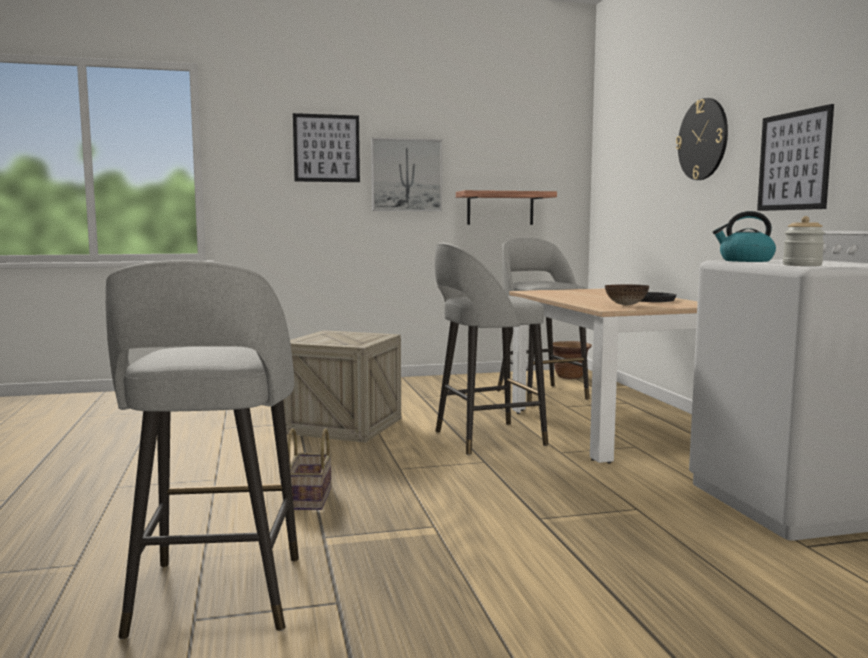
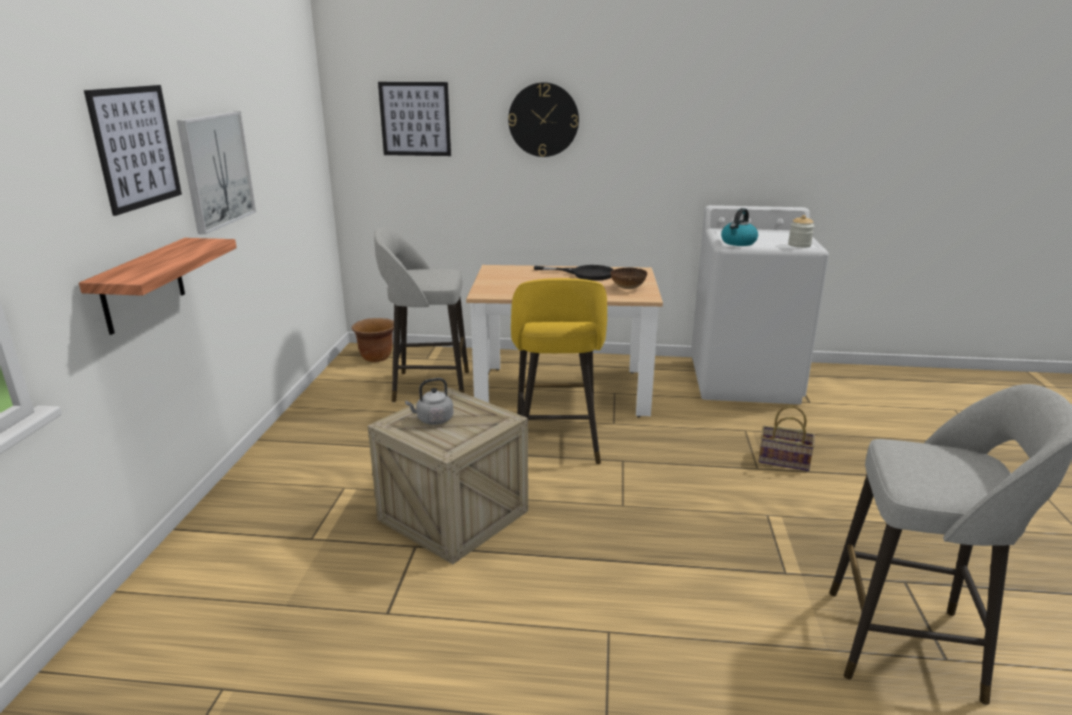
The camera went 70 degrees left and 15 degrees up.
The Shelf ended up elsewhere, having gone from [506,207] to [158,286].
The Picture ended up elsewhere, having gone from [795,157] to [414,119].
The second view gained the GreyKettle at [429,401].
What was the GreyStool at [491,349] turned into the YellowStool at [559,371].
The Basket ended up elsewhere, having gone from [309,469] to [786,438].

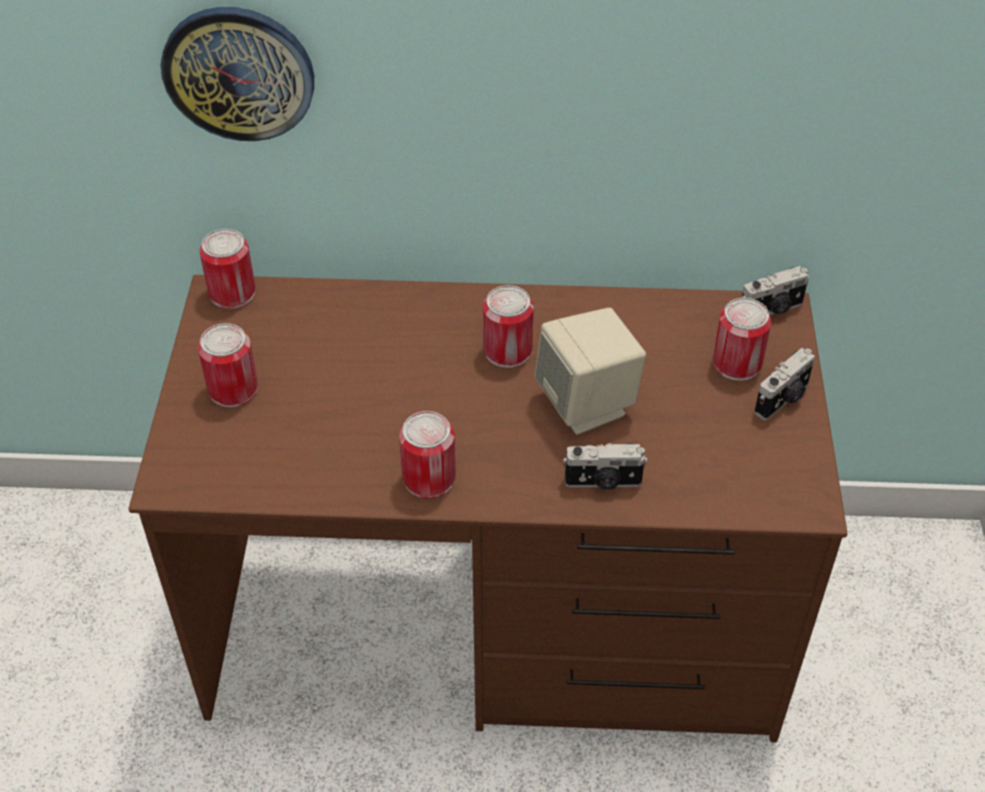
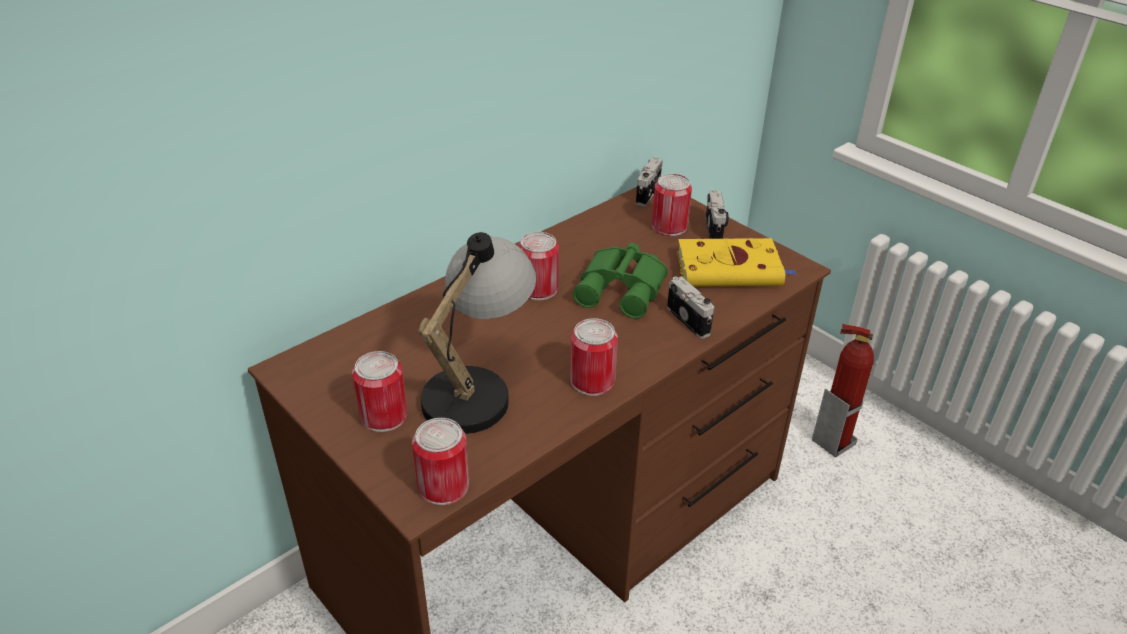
The camera went 45 degrees left and 10 degrees down.
The Can ended up elsewhere, having gone from [227,269] to [440,461].
The second view gained the TableLamp at [477,333].
Where the BeigeSpeaker stood at [590,371], the GreenBinoculars came to stand at [620,281].
The PhotoCamera at [605,466] ended up facing another way, 75 degrees counterclockwise from before.
The second view gained the YellowBook at [737,262].
The second view gained the FireExtinguisher at [843,390].
The second view lost the WallClock at [237,74].

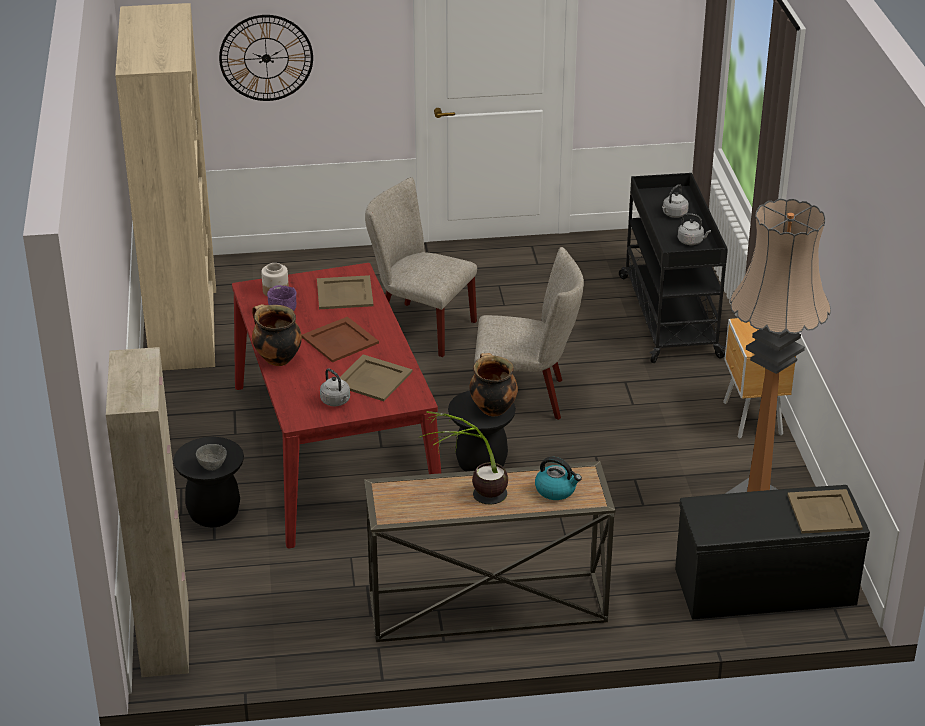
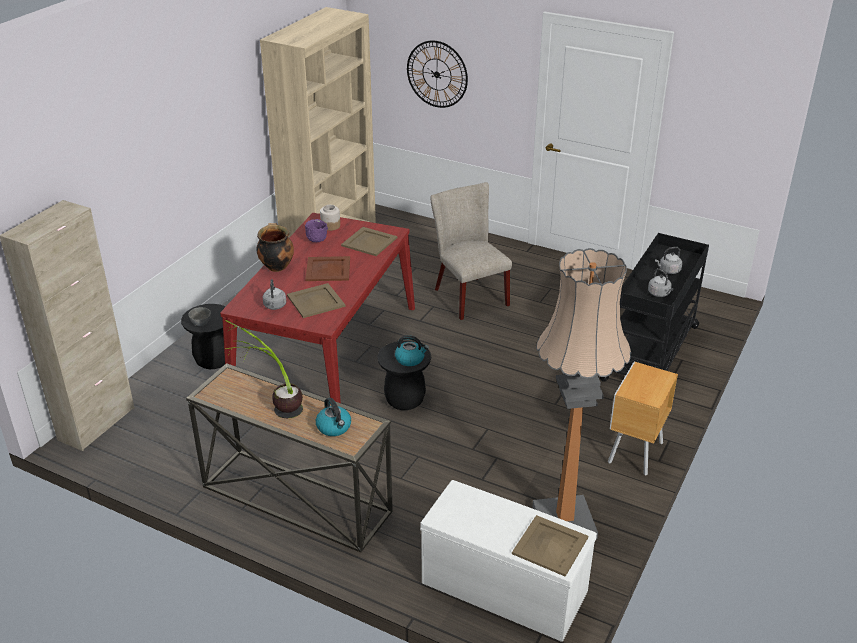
The camera went 35 degrees right and 0 degrees up.
Where the CookingPot stood at [494,384], the Kettle came to stand at [412,350].
What was the BlackBench at [772,552] turned into the WhiteBench at [508,561].
The second view lost the BeigeChair at [529,333].

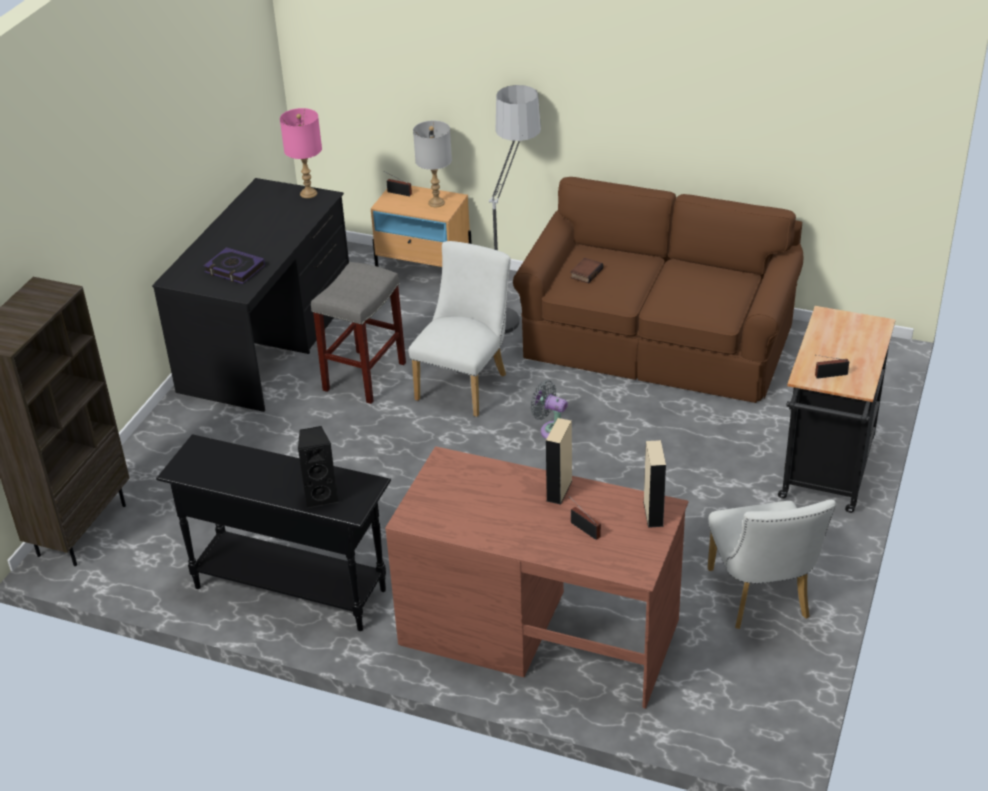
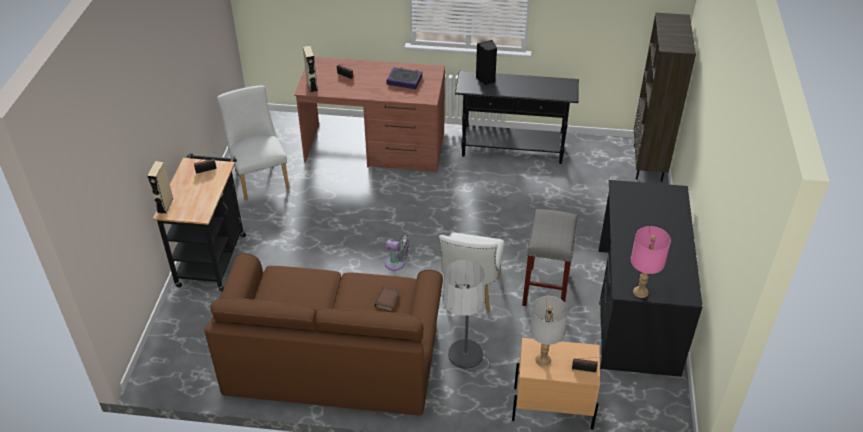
The camera went 165 degrees right and 5 degrees up.
The BeigeSpeaker ended up elsewhere, having gone from [559,461] to [160,187].
The Book ended up elsewhere, having gone from [234,265] to [404,78].

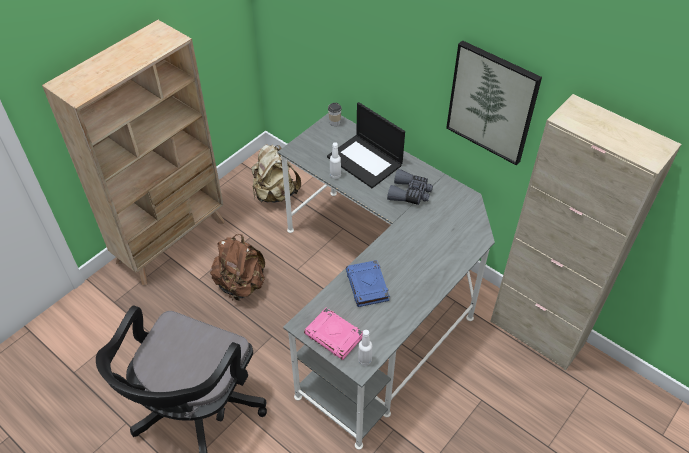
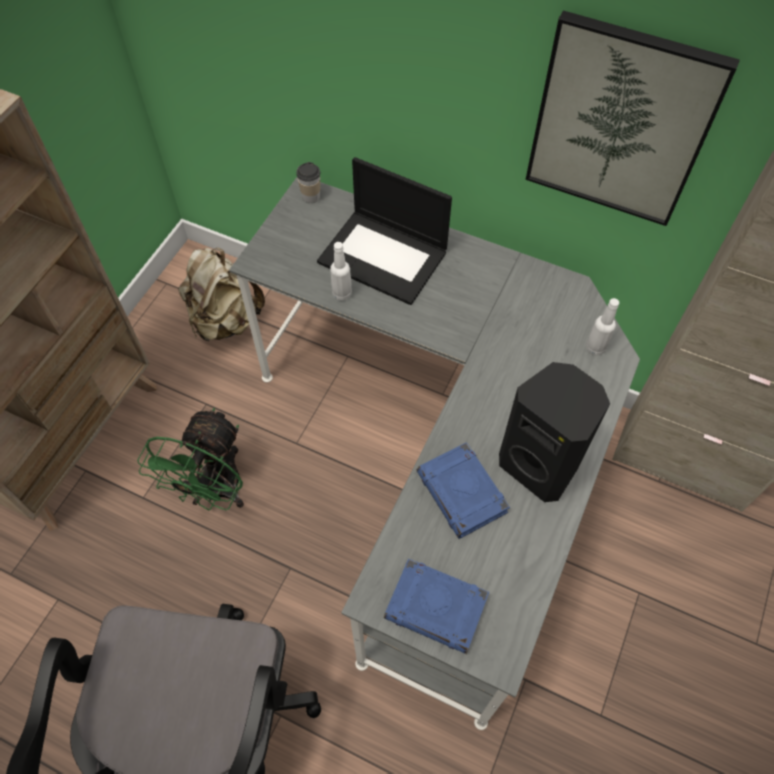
The camera went 15 degrees left and 10 degrees up.
Where the BrownBackpack stood at [237,267], the GreenFan came to stand at [190,459].
What was the PinkBook at [333,334] turned into the BlueBook at [436,606].
The second view gained the BlackSpeaker at [554,432].
The WhiteBottle ended up elsewhere, having gone from [365,348] to [602,326].
The second view lost the GreyBinoculars at [410,187].

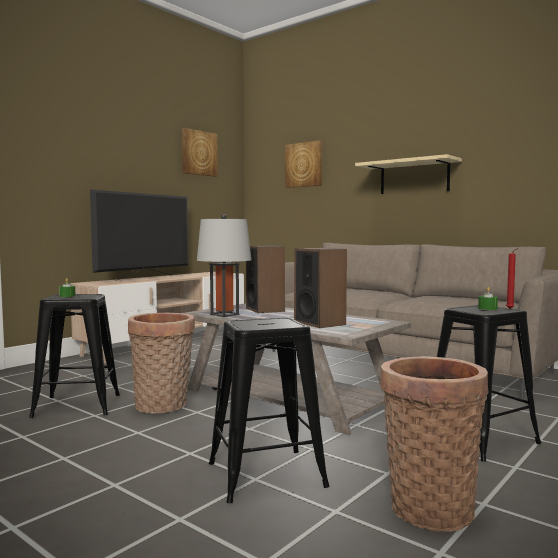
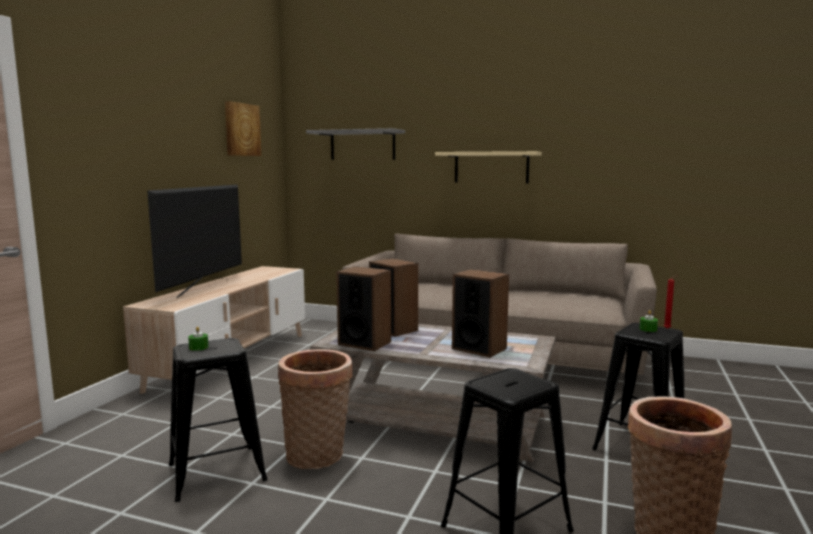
The camera went 20 degrees left and 5 degrees up.
Where the Picture hung at [303,164], the GreyShelf came to hang at [355,144].
Where the GreyTableLamp stood at [224,265], the Speaker came to stand at [363,308].

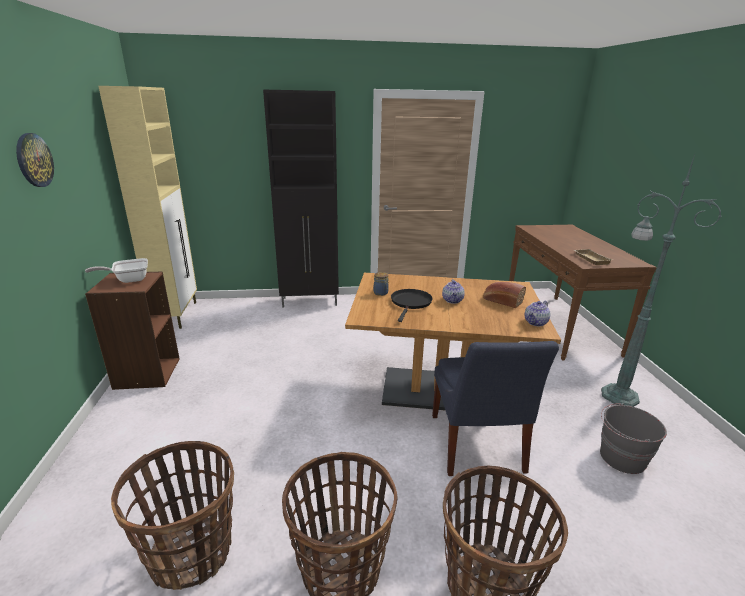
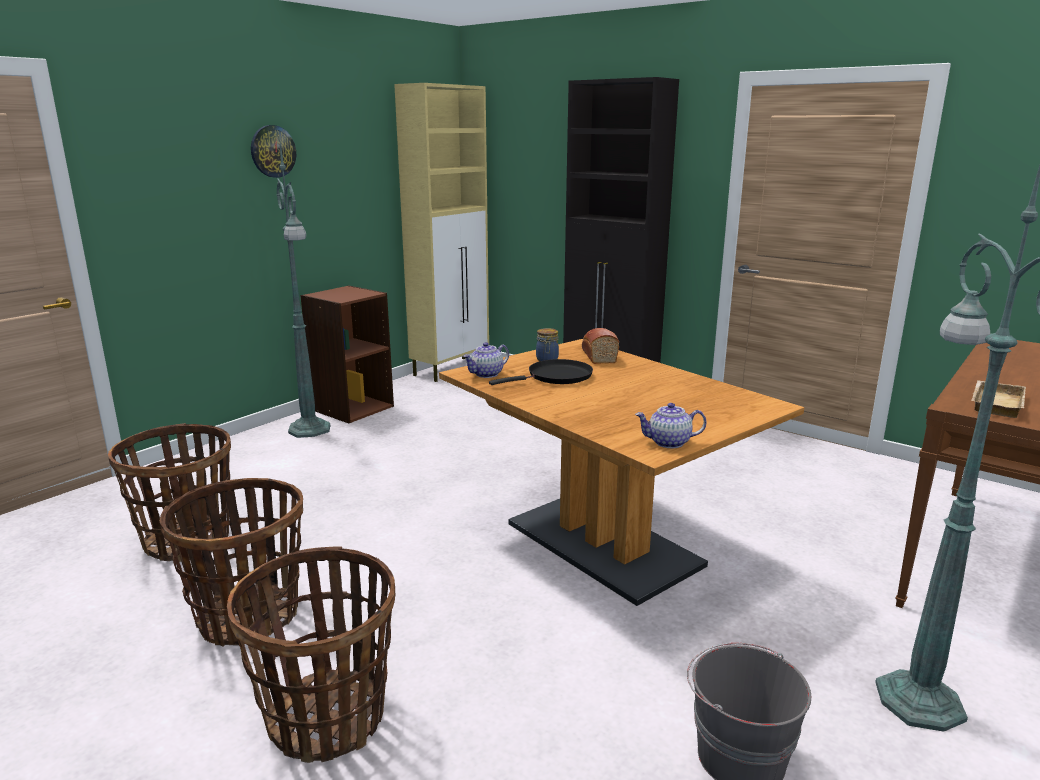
The camera went 45 degrees right and 5 degrees down.
The second view gained the GreenFloorLamp at [303,286].
The Teapot ended up elsewhere, having gone from [453,291] to [486,360].
The Bread ended up elsewhere, having gone from [504,295] to [600,346].
The second view lost the FryingPan at [116,270].
The second view lost the BlueChair at [495,408].

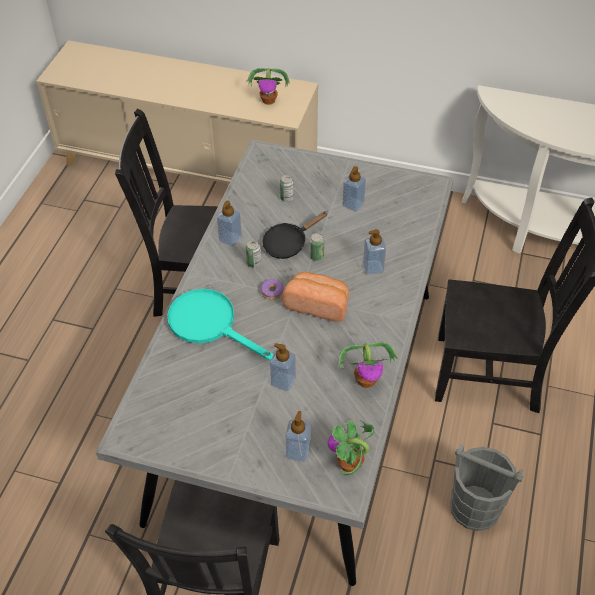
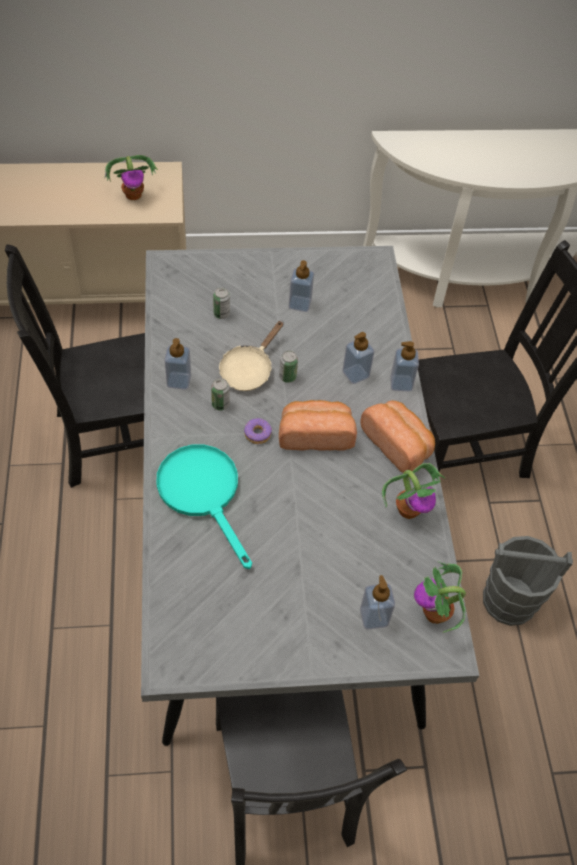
The camera went 25 degrees left and 5 degrees up.
The TurquoiseFryingPan at [220,325] ended up facing another way, 45 degrees clockwise from before.
What was the BlackFryingPan at [295,235] turned into the BeigeFryingPan at [251,356].
The second view gained the Bread at [397,437].
The SoapDispenser ended up elsewhere, having gone from [283,367] to [404,366].

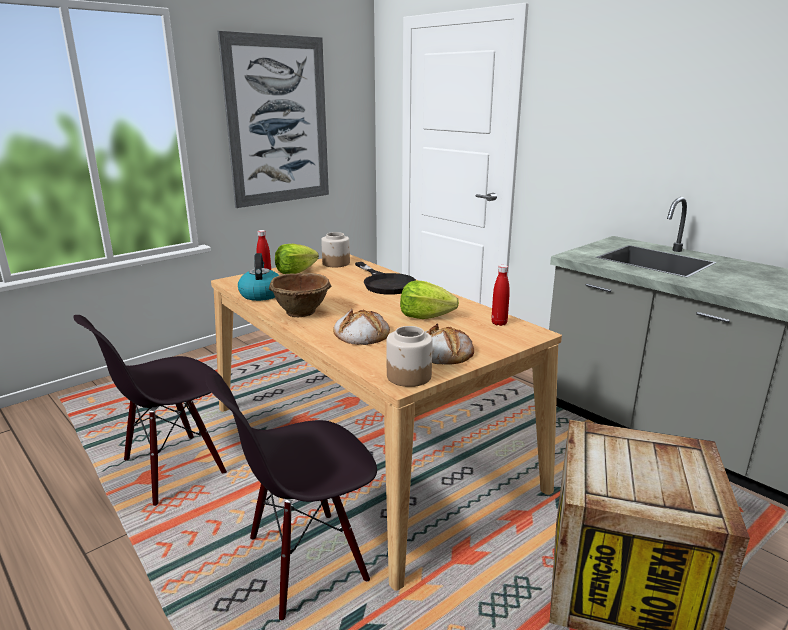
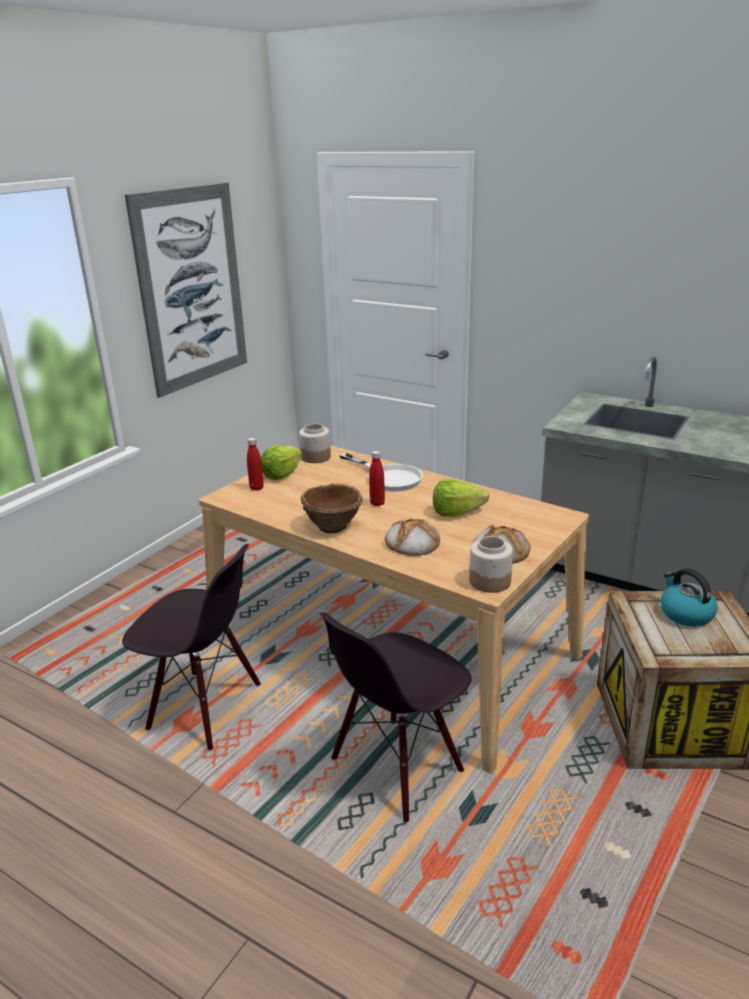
The camera went 15 degrees left and 5 degrees up.
The BlackChair at [150,411] ended up facing another way, 105 degrees counterclockwise from before.
What was the BlackFryingPan at [385,278] turned into the WhiteFryingPan at [381,472].
The RedBottle ended up elsewhere, having gone from [500,295] to [377,478].
The Kettle ended up elsewhere, having gone from [258,277] to [689,597].

